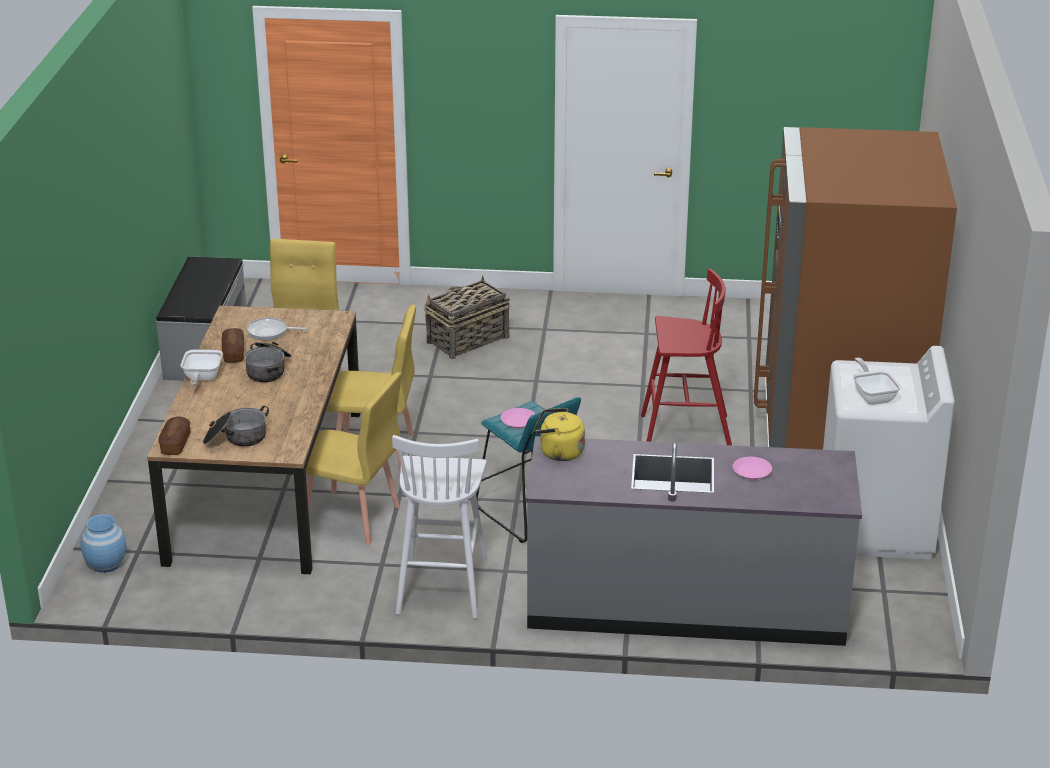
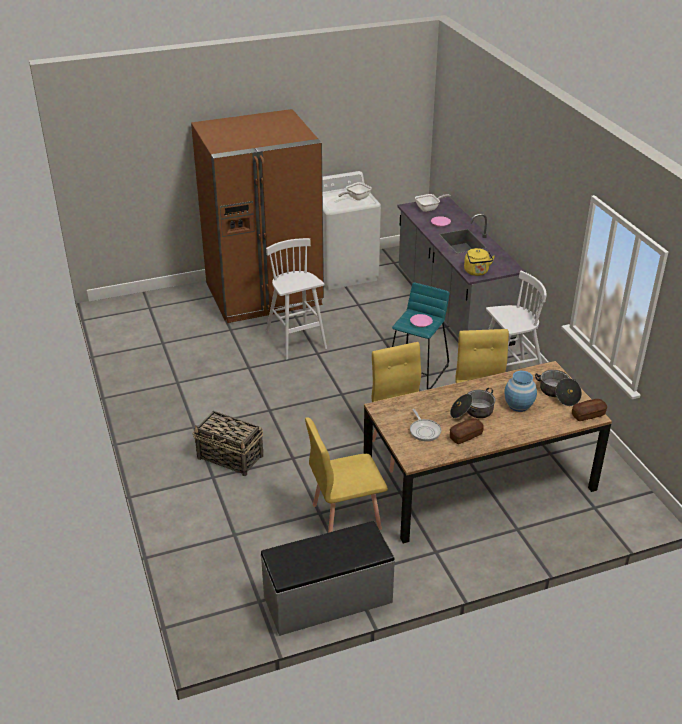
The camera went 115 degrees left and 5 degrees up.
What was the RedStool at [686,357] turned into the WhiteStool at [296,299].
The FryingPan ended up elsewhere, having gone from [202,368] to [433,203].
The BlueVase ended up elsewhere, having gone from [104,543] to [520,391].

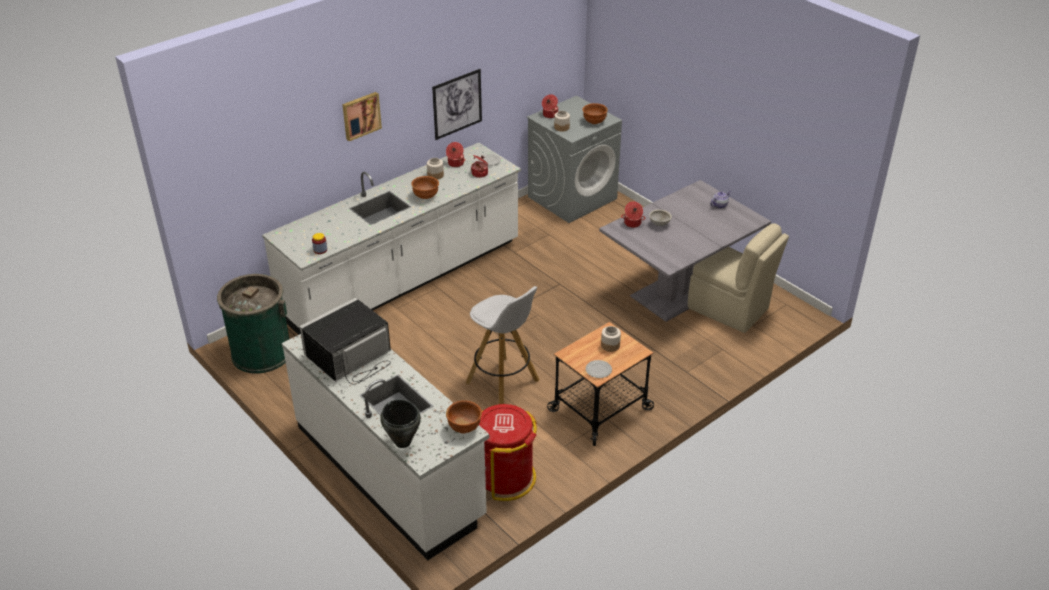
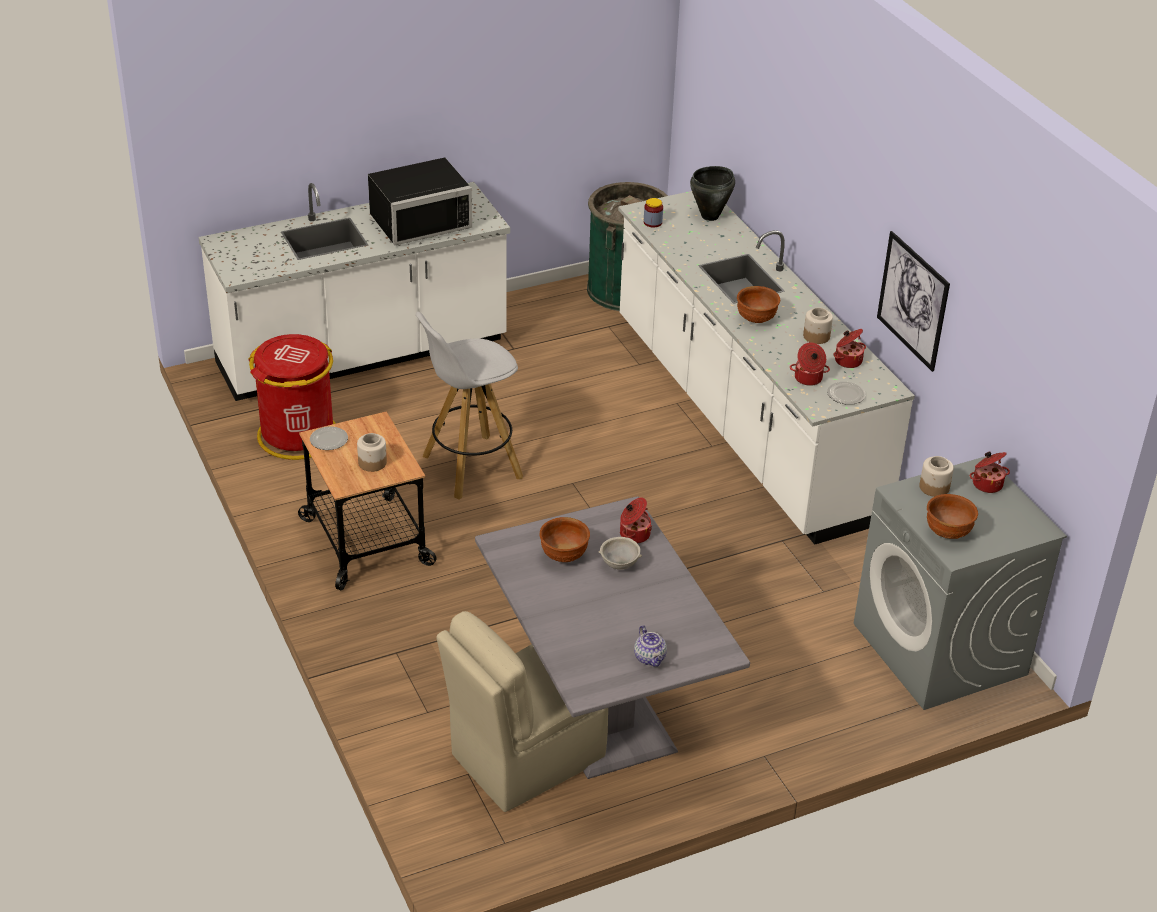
The camera went 105 degrees right and 0 degrees up.
The BlackMicrowave at [345,341] ended up facing another way, 90 degrees clockwise from before.
The BrownBowl ended up elsewhere, having gone from [464,416] to [565,539].
The BlackCookingPot ended up elsewhere, having gone from [400,424] to [712,193].
The second view lost the Picture at [362,116].

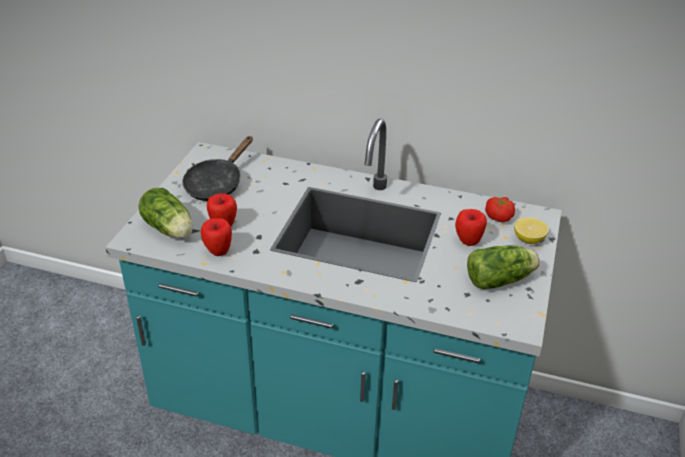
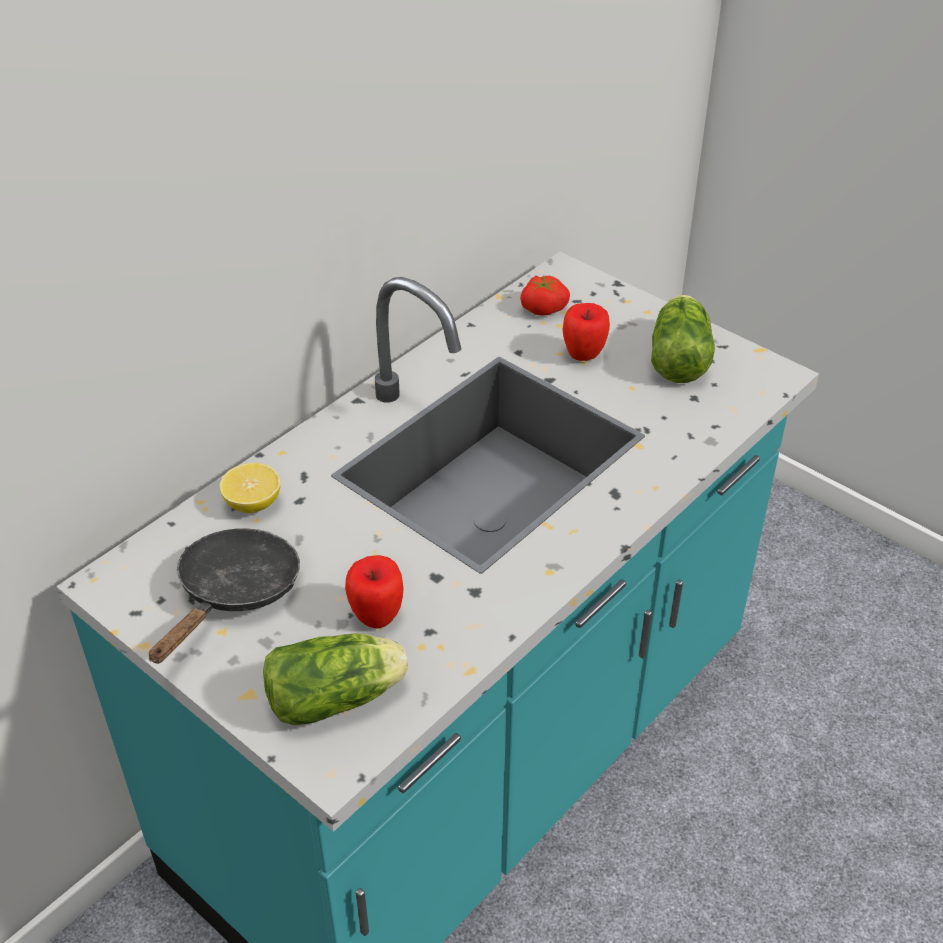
The camera went 65 degrees left and 5 degrees up.
The BlackFryingPan at [217,168] ended up facing another way, 120 degrees counterclockwise from before.
The Lemon ended up elsewhere, having gone from [531,230] to [250,488].
The second view lost the Apple at [216,237].

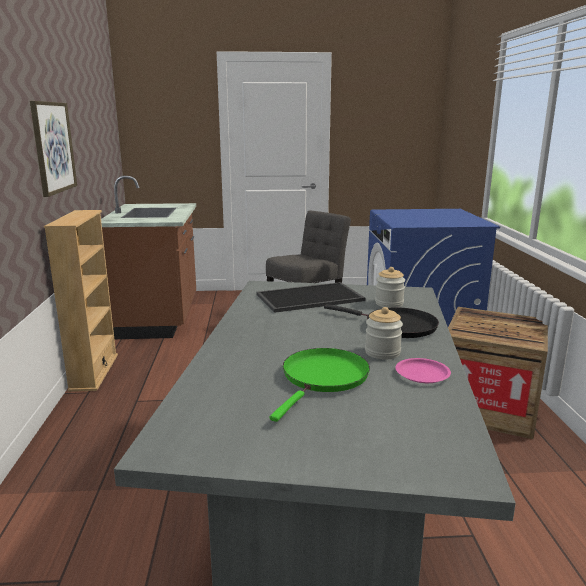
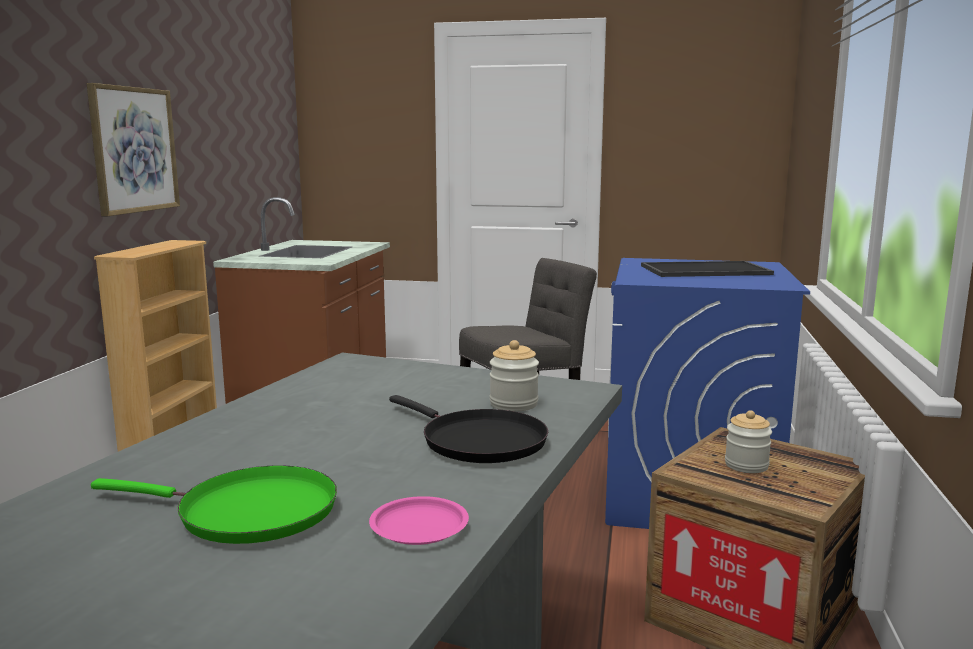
The camera went 15 degrees right and 5 degrees down.
The GreenFryingPan at [320,385] ended up facing another way, 60 degrees clockwise from before.
The Tray ended up elsewhere, having gone from [311,297] to [707,269].
The Jar ended up elsewhere, having gone from [384,333] to [748,441].

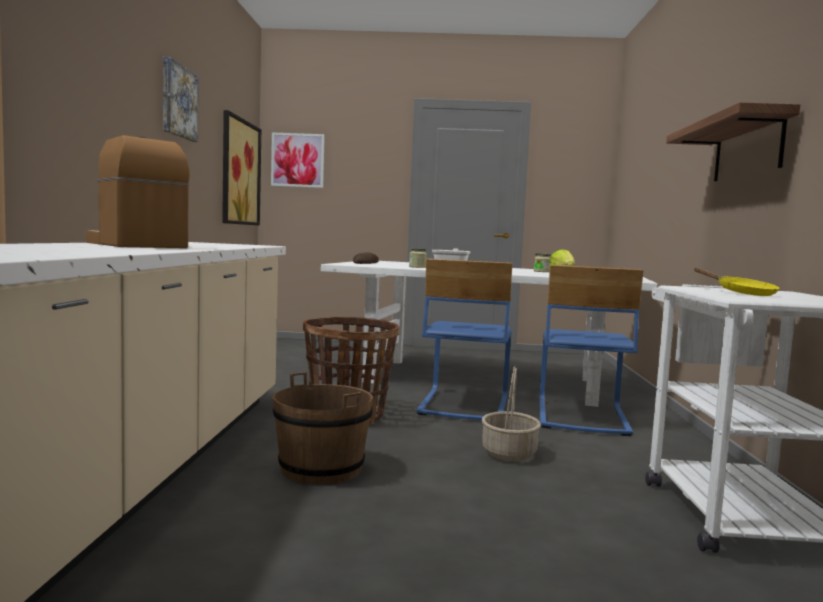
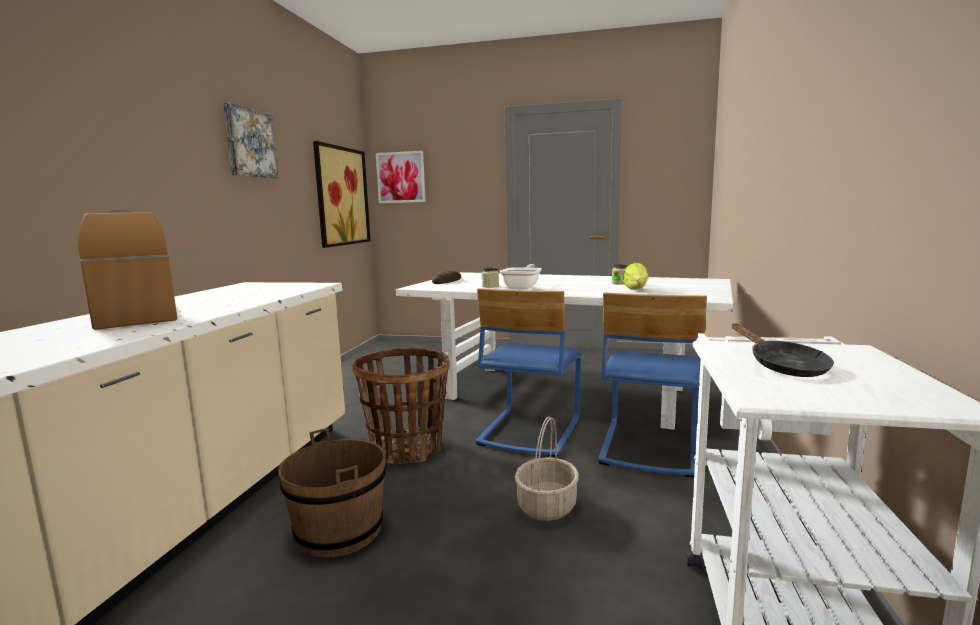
The camera went 10 degrees right and 5 degrees up.
What was the YellowFryingPan at [736,282] turned into the BlackFryingPan at [783,350].
The second view lost the Shelf at [733,141].

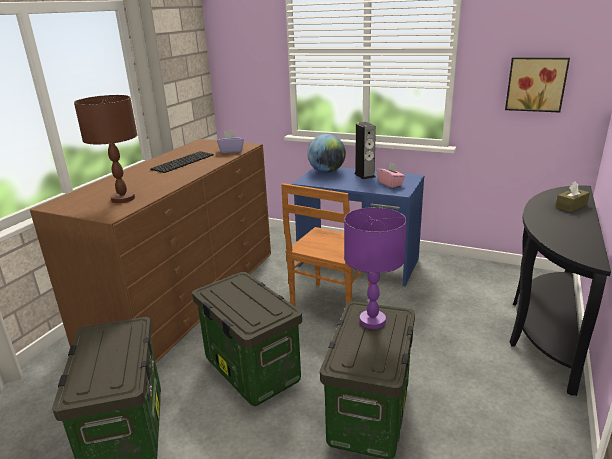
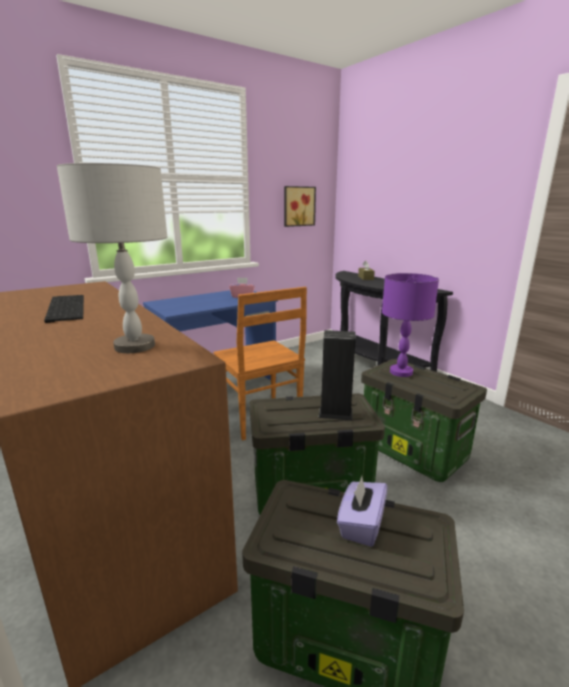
The camera went 60 degrees left and 5 degrees down.
What was the BrownTableLamp at [106,149] turned into the GreyTableLamp at [112,258].
The Speaker ended up elsewhere, having gone from [365,150] to [337,375].
The PurpleTissueBox ended up elsewhere, having gone from [230,141] to [362,511].
The second view lost the Globe at [326,153].

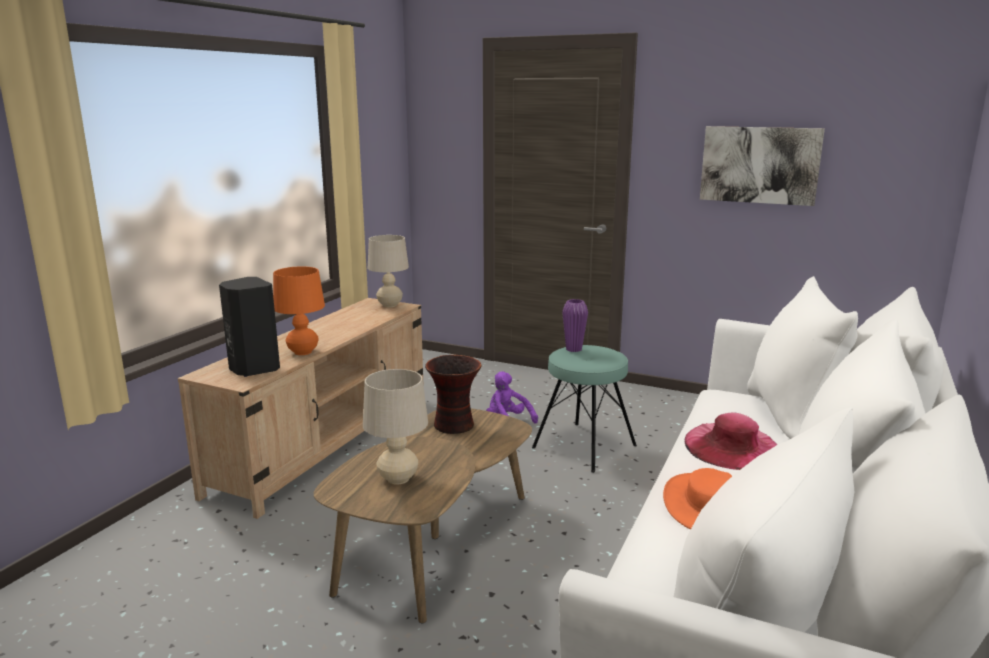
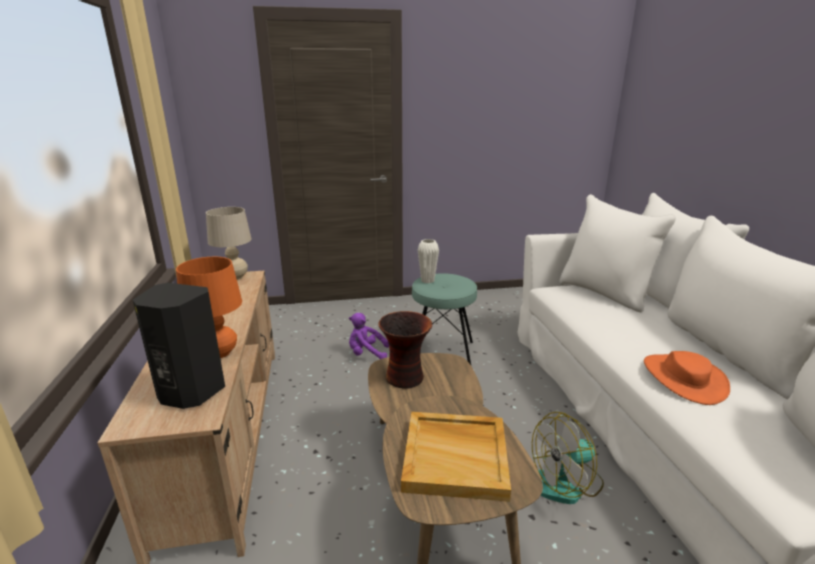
The camera went 35 degrees left and 5 degrees up.
Where the BeigeTableLamp stood at [395,427], the BeigeTray came to stand at [456,457].
What was the PurpleVase at [575,325] turned into the WhiteVase at [428,261].
The second view gained the Fan at [568,458].
The second view lost the PinkHat at [731,441].
The second view lost the Picture at [762,166].

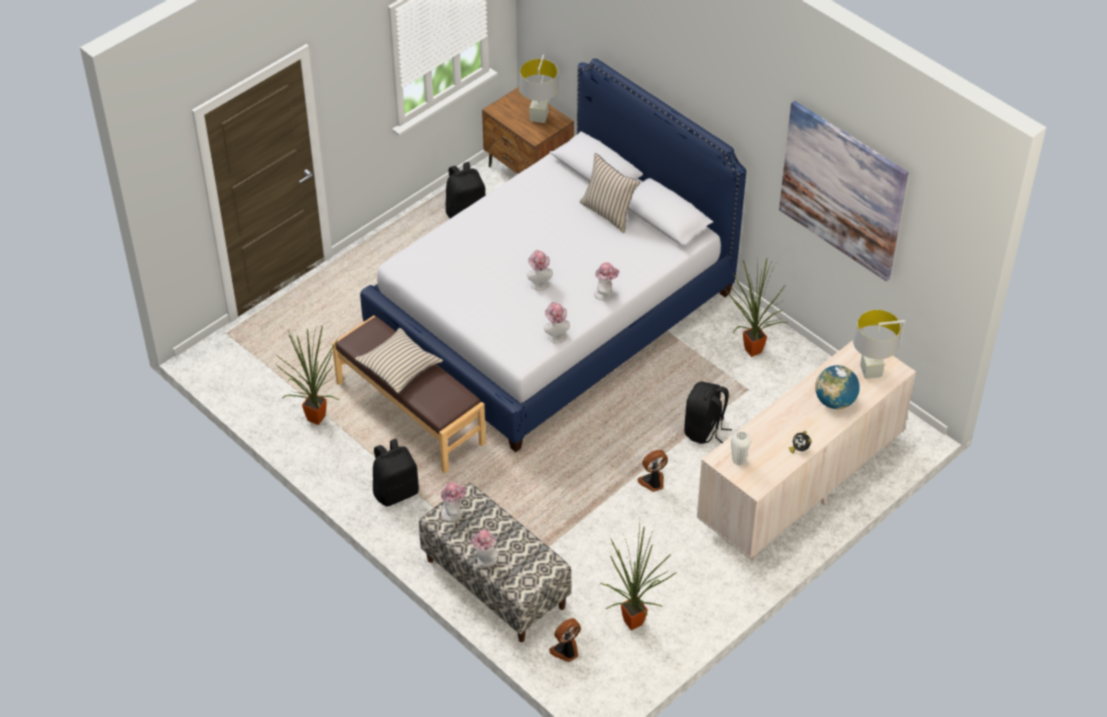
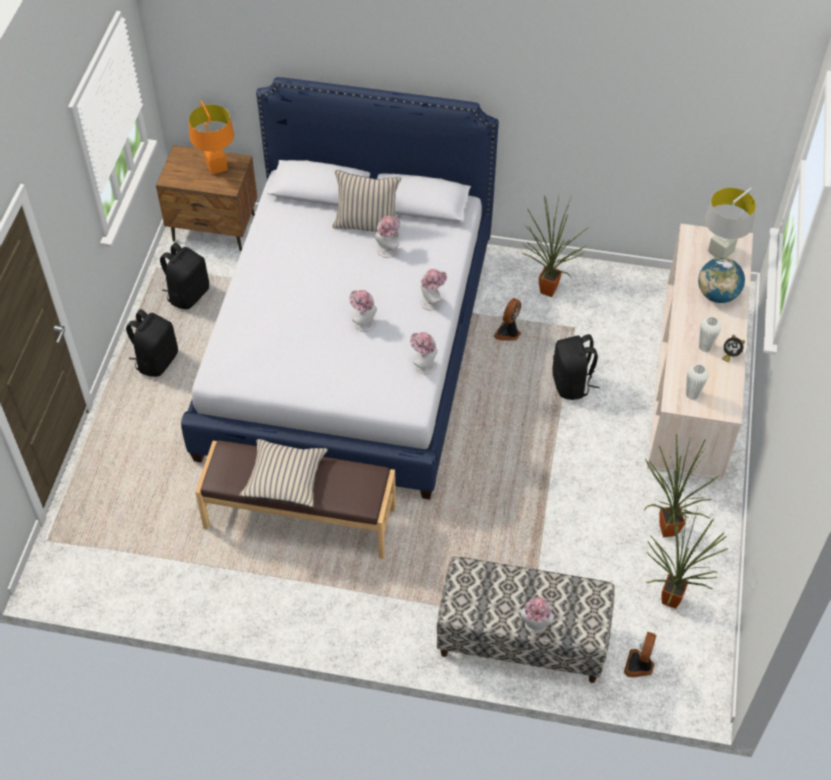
The camera went 35 degrees left and 5 degrees up.
The BlackBackpack ended up elsewhere, having gone from [396,472] to [152,343].
What was the GreyTableLamp at [539,89] turned into the OrangeTableLamp at [211,137].
The Hat ended up elsewhere, having gone from [454,502] to [387,237].
The Fan ended up elsewhere, having gone from [652,471] to [507,319].
The PottedPlant ended up elsewhere, having gone from [307,375] to [681,485].
The second view gained the WhiteVase at [710,334].
The second view lost the Picture at [844,191].

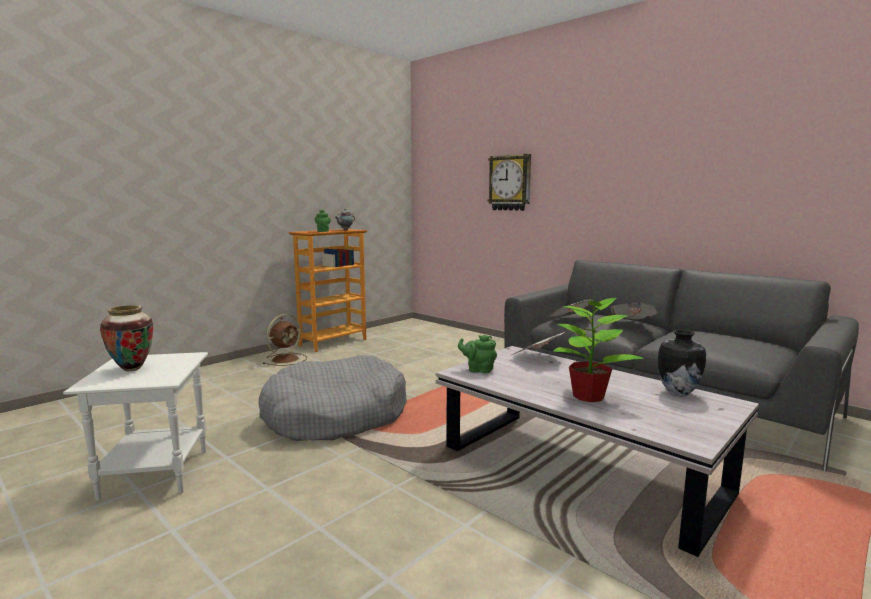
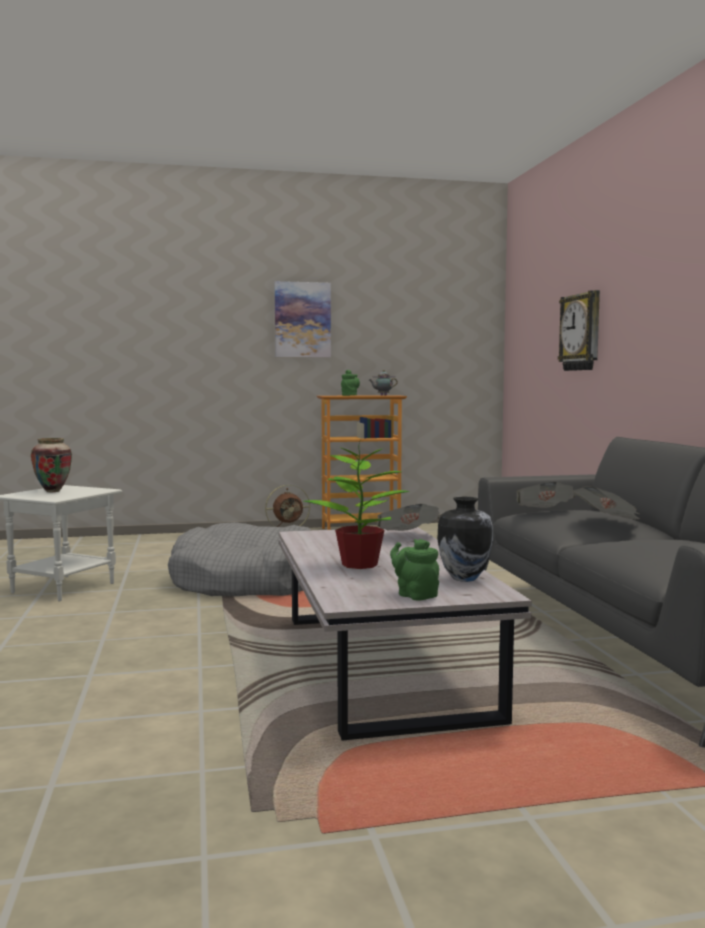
The camera went 35 degrees right and 5 degrees down.
The second view gained the Picture at [303,319].
The GreenTeapot ended up elsewhere, having gone from [477,354] to [414,570].

